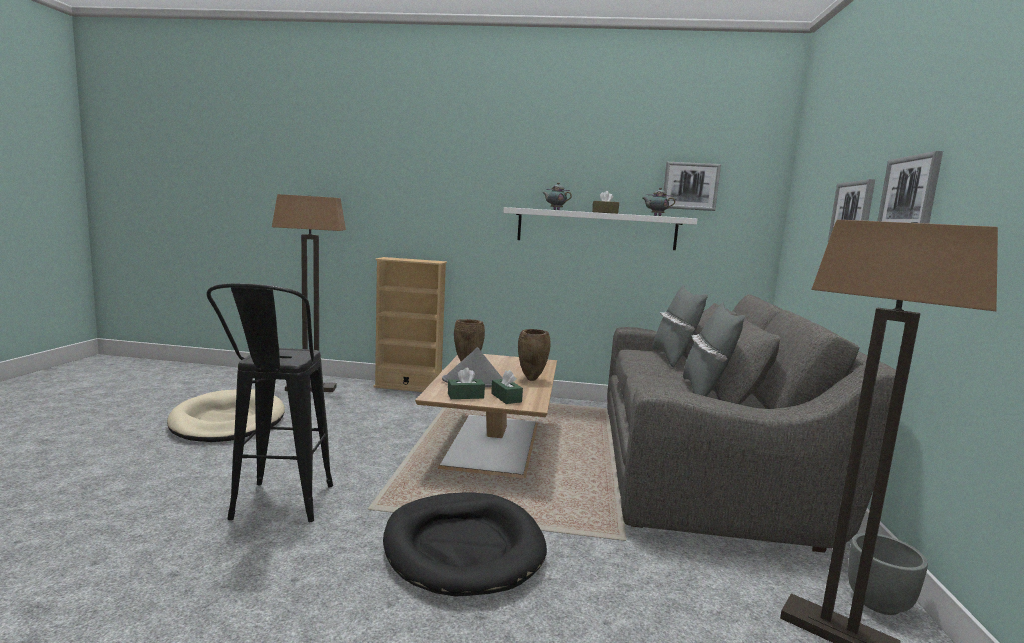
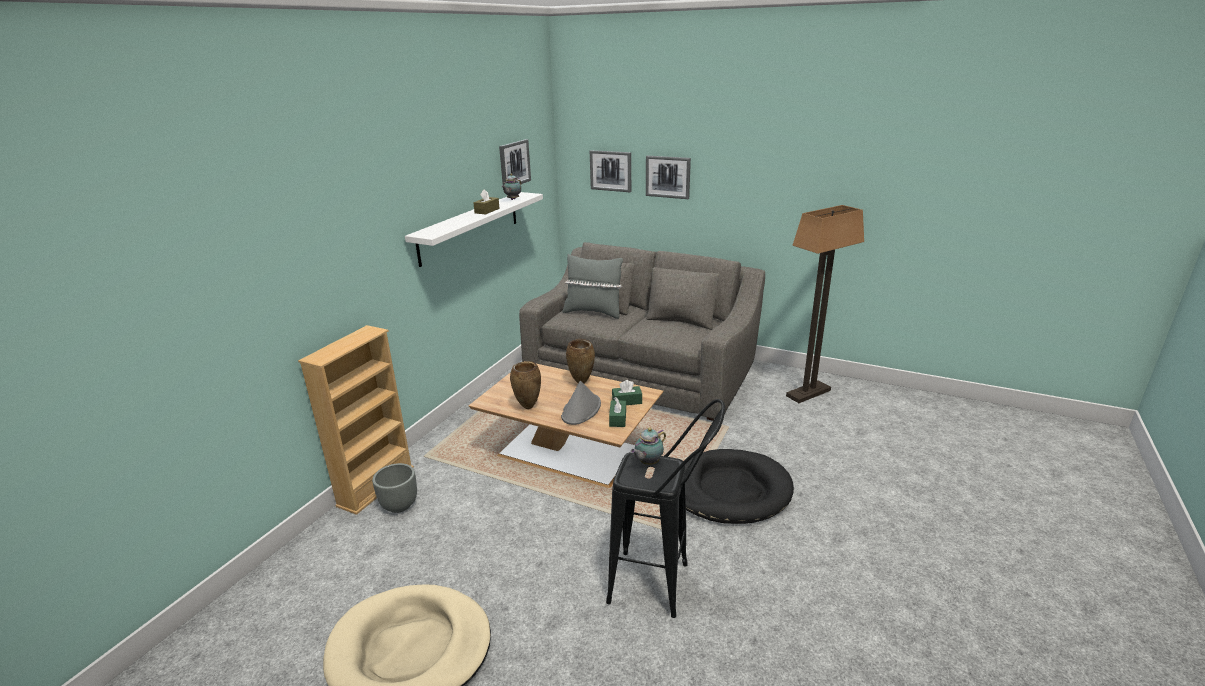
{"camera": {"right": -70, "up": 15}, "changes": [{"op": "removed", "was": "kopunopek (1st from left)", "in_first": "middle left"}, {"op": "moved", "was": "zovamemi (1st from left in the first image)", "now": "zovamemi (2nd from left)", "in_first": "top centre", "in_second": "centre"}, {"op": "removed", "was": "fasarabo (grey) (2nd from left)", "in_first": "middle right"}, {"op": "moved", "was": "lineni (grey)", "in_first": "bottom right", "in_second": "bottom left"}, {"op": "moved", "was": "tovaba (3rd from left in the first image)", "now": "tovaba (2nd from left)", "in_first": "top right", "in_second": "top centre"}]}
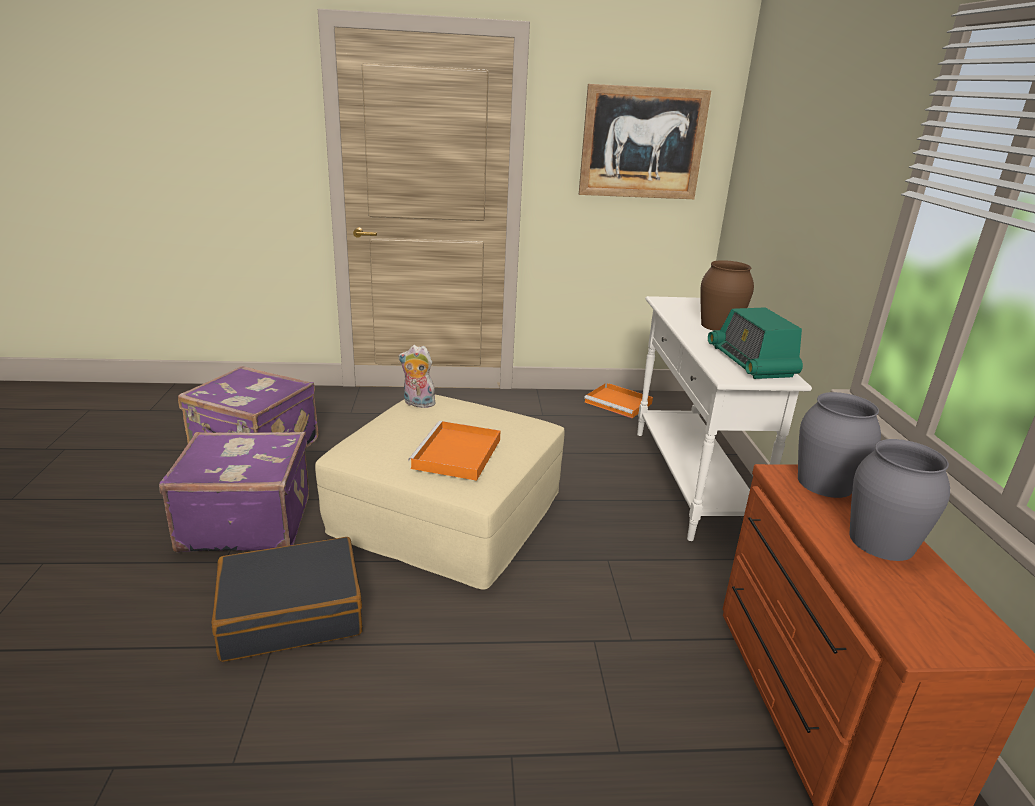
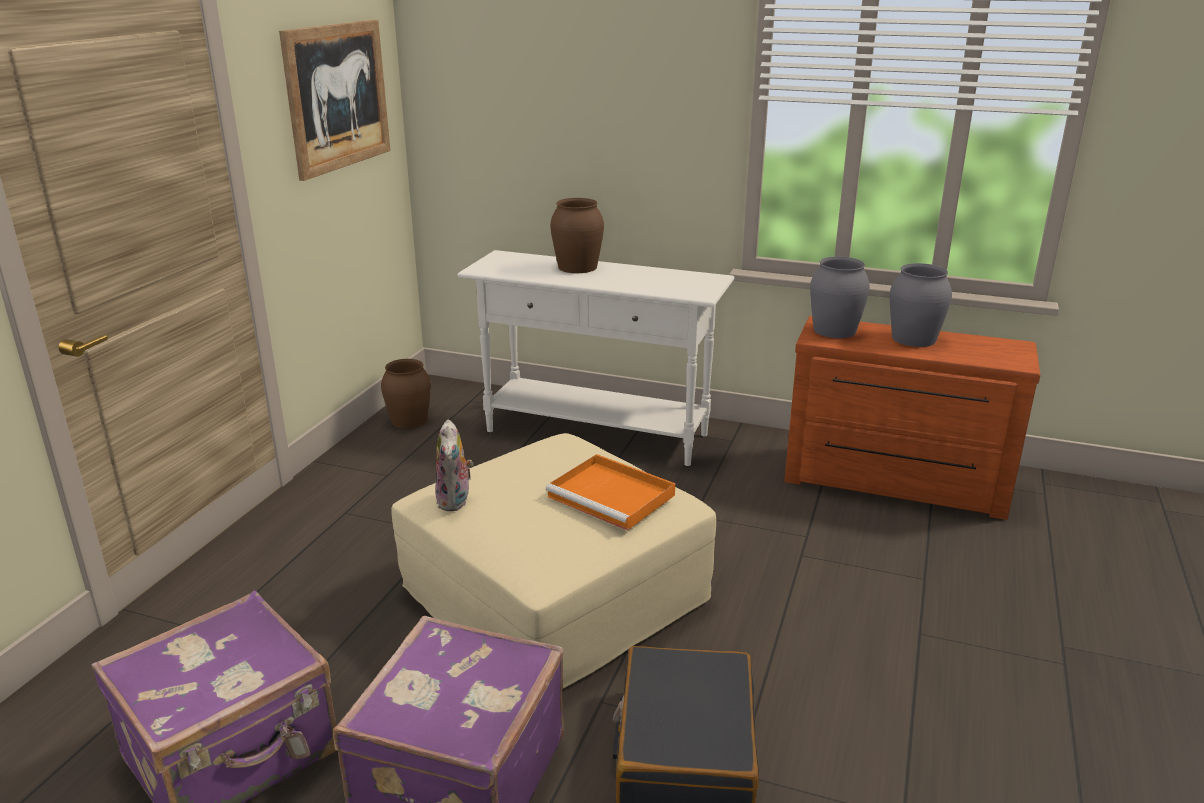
{"camera": {"right": -65, "up": 0}, "changes": [{"op": "turned", "was": "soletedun", "in_first": "centre", "in_second": "centre", "clockwise": -45}, {"op": "replaced", "was": "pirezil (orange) (2nd from left)", "now": "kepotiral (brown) (1st from left)", "in_first": "centre", "in_second": "centre"}, {"op": "removed", "was": "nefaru", "in_first": "middle right"}]}
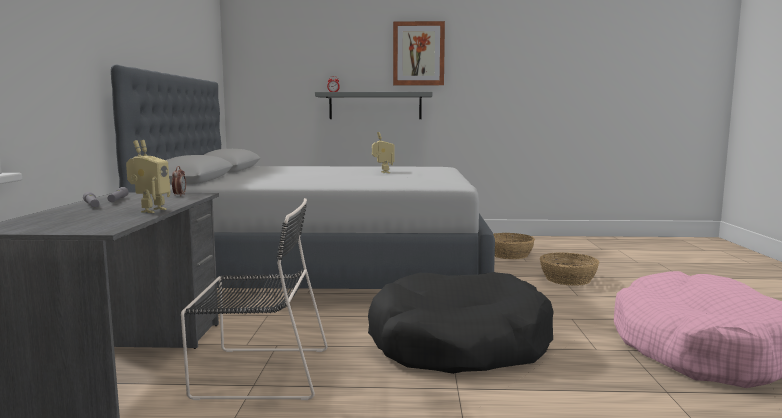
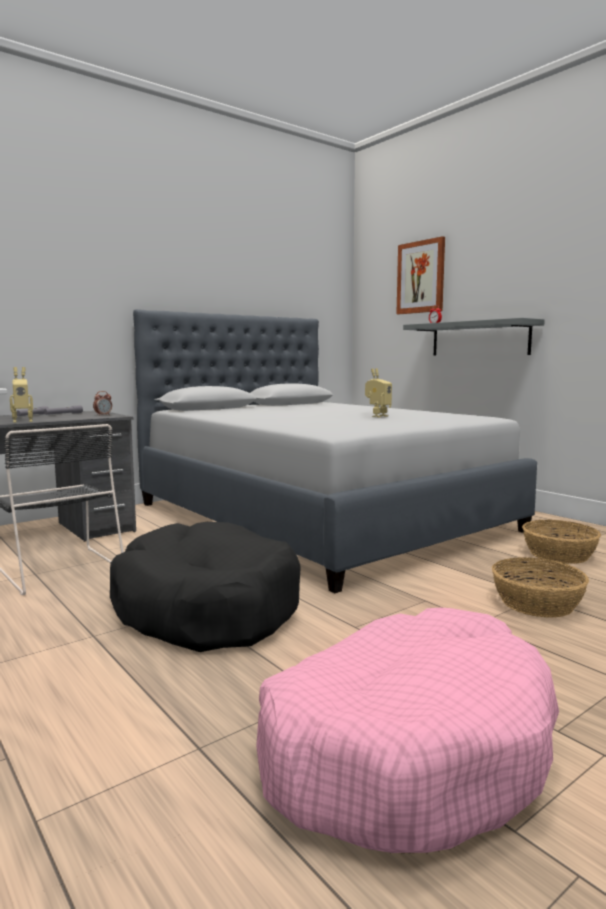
{"camera": {"right": 50, "up": 0}, "changes": [{"op": "moved", "was": "tovaba", "in_first": "top centre", "in_second": "top right"}]}
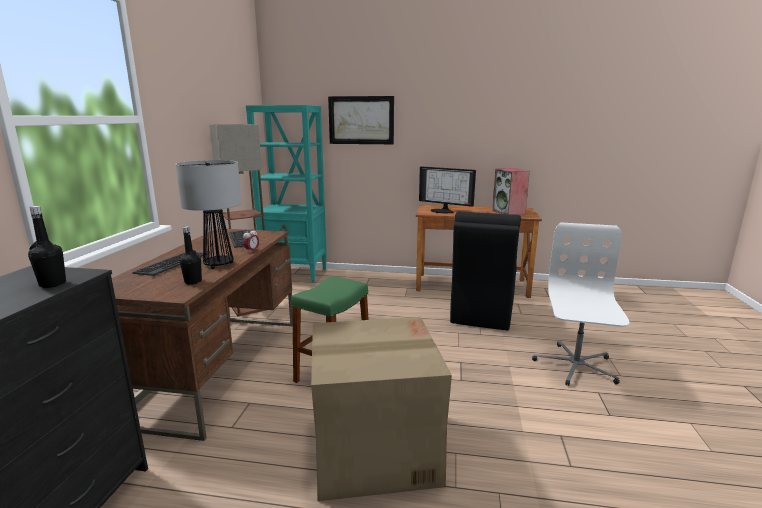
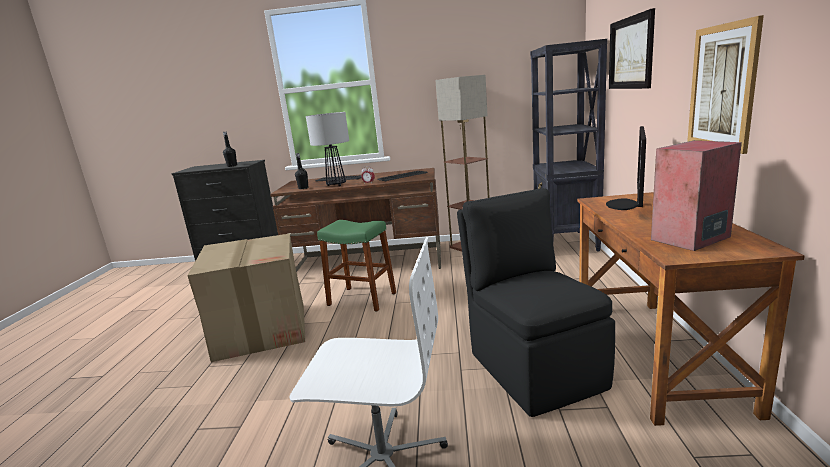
{"camera": {"right": 85, "up": 0}, "changes": [{"op": "recoloured", "was": "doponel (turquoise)", "now": "doponel (black)", "in_first": "centre", "in_second": "top right"}, {"op": "turned", "was": "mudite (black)", "in_first": "centre", "in_second": "centre", "clockwise": 60}, {"op": "added", "now": "tovaba (2nd from left)", "in_second": "top right"}]}
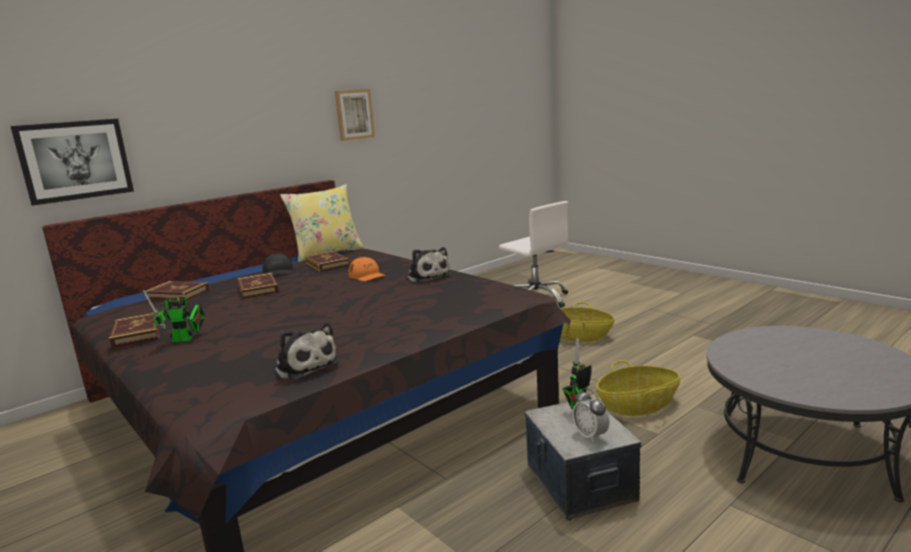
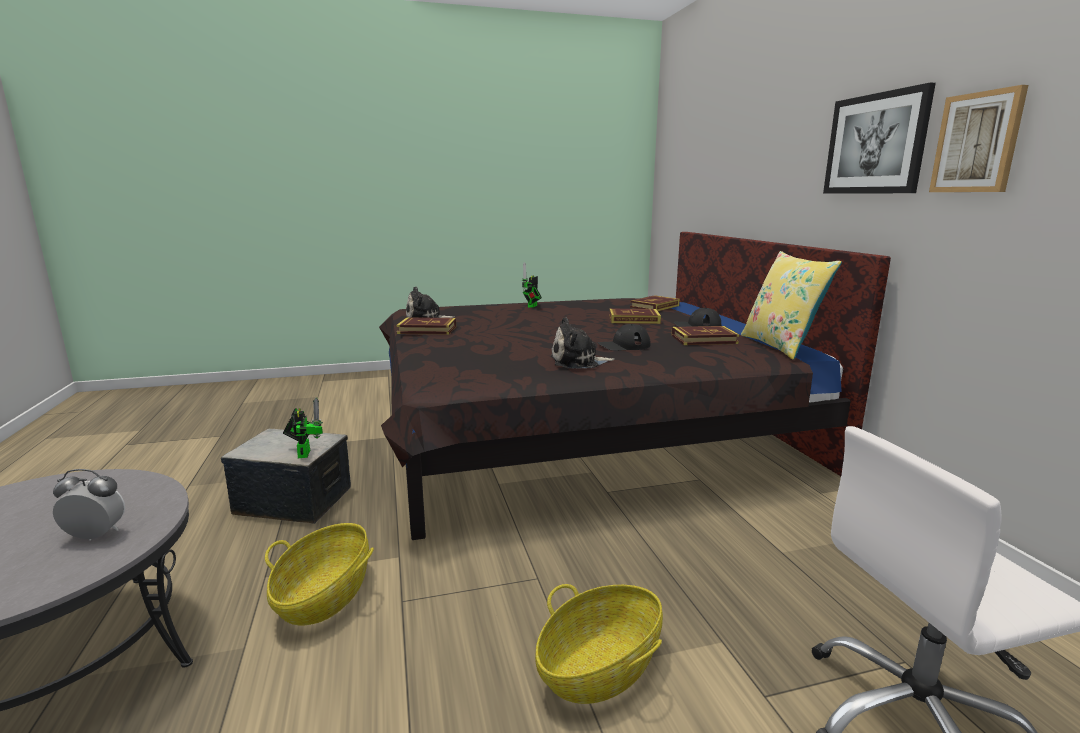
{"camera": {"right": 115, "up": 0}, "changes": [{"op": "moved", "was": "tovaba (1st from left)", "in_first": "top left", "in_second": "top right"}, {"op": "moved", "was": "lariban (1st from left)", "in_first": "middle left", "in_second": "centre"}, {"op": "recoloured", "was": "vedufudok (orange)", "now": "vedufudok (black) (1st from left)", "in_first": "centre", "in_second": "centre"}, {"op": "moved", "was": "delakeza", "in_first": "bottom centre", "in_second": "bottom left"}]}
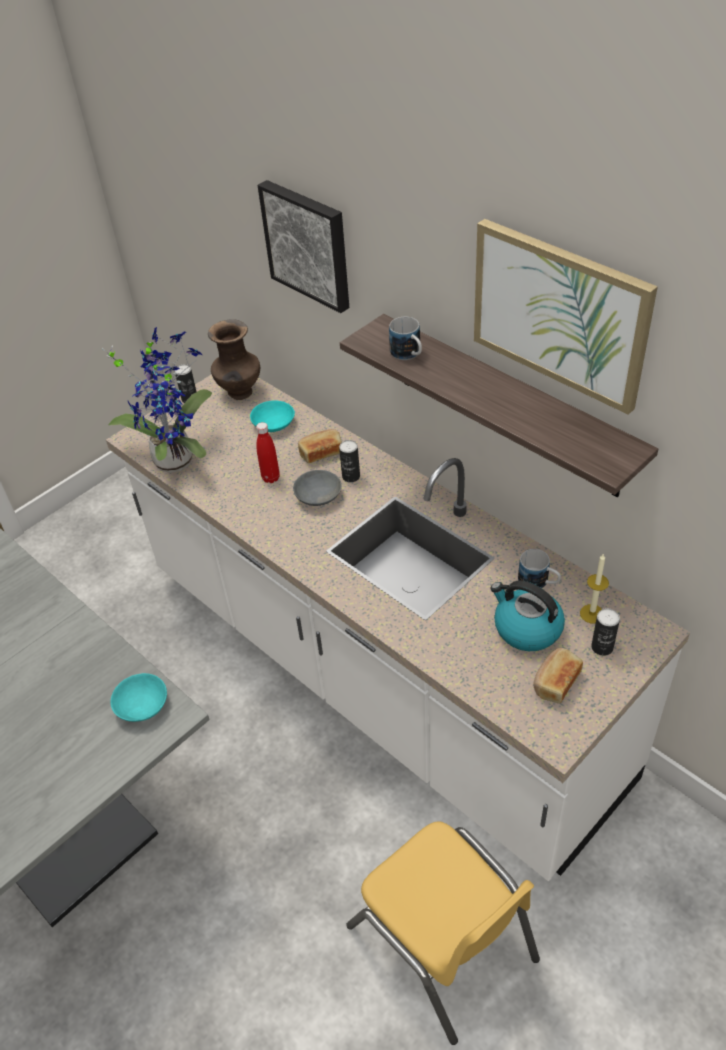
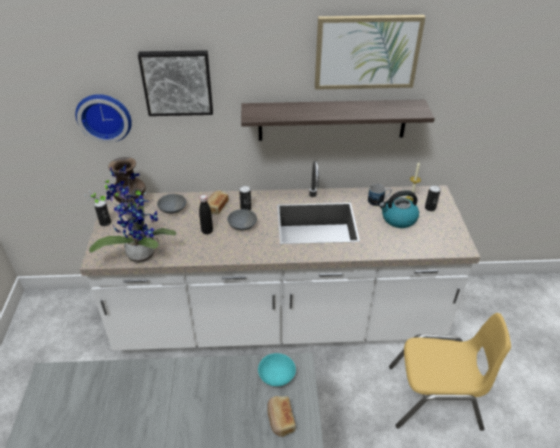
{"camera": {"right": -50, "up": -5}, "changes": [{"op": "recoloured", "was": "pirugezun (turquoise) (2nd from left)", "now": "pirugezun (grey) (1st from left)", "in_first": "centre", "in_second": "middle left"}, {"op": "recoloured", "was": "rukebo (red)", "now": "rukebo (black)", "in_first": "centre", "in_second": "centre"}, {"op": "removed", "was": "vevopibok (1st from left)", "in_first": "top centre"}, {"op": "moved", "was": "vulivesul (2nd from left)", "in_first": "middle right", "in_second": "bottom centre"}, {"op": "added", "now": "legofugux", "in_second": "top left"}]}
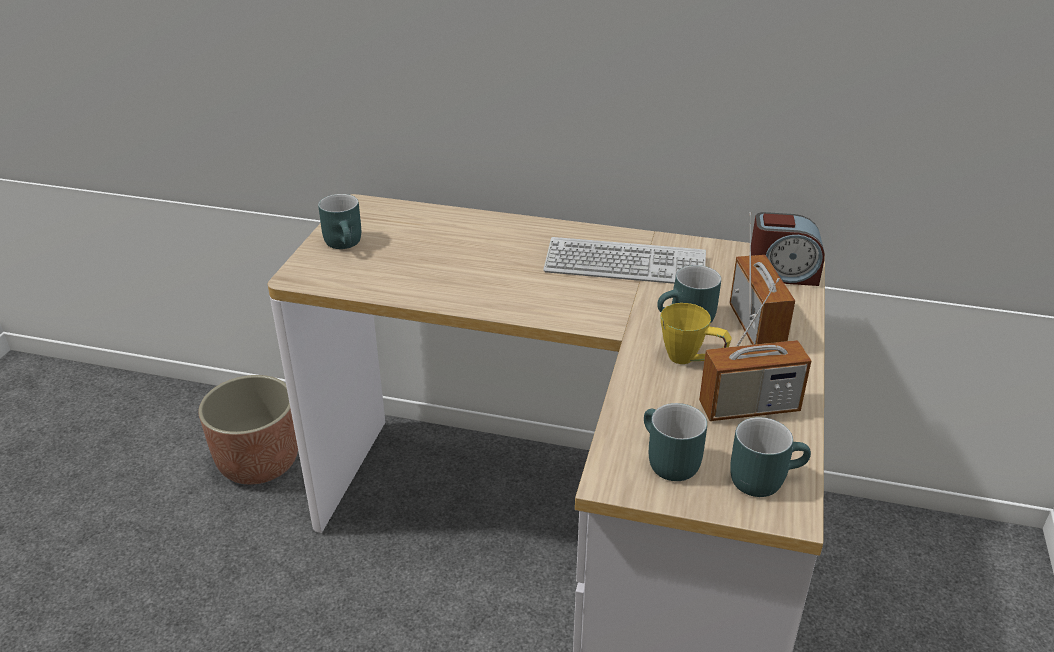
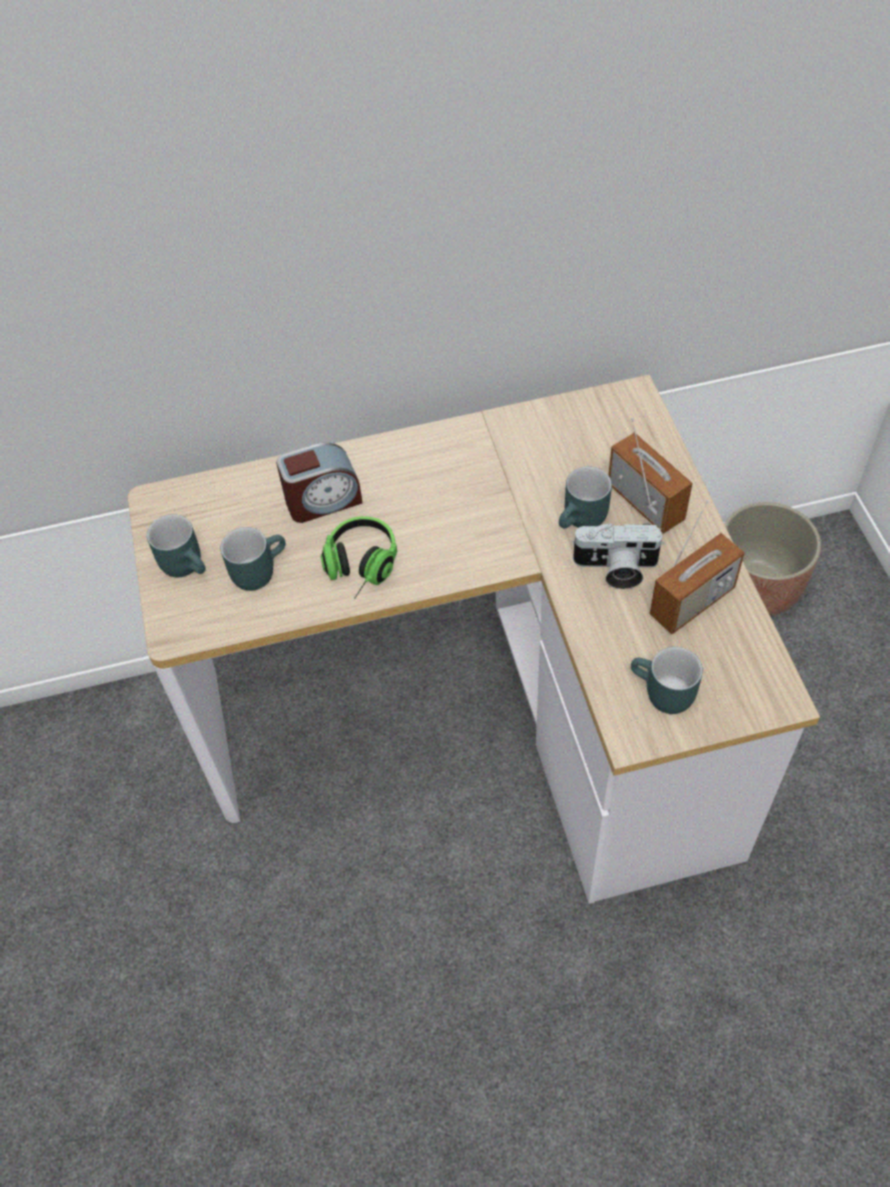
{"camera": {"right": -25, "up": 20}, "changes": [{"op": "moved", "was": "lineni", "in_first": "middle left", "in_second": "middle right"}, {"op": "removed", "was": "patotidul", "in_first": "centre"}, {"op": "replaced", "was": "vevopibok (yellow)", "now": "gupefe", "in_first": "centre", "in_second": "middle right"}, {"op": "moved", "was": "vevopibok (turquoise) (4th from left in the first image)", "now": "vevopibok (turquoise) (2nd from left)", "in_first": "bottom right", "in_second": "middle left"}, {"op": "moved", "was": "delakeza", "in_first": "middle right", "in_second": "centre"}, {"op": "added", "now": "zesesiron", "in_second": "centre"}]}
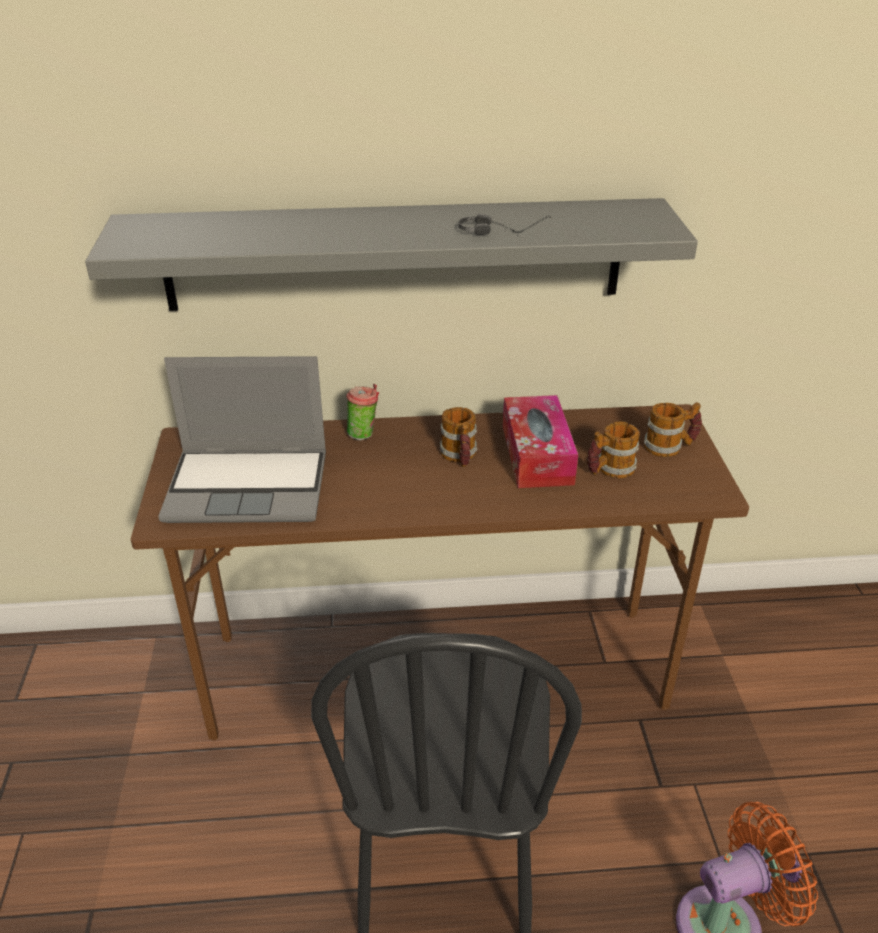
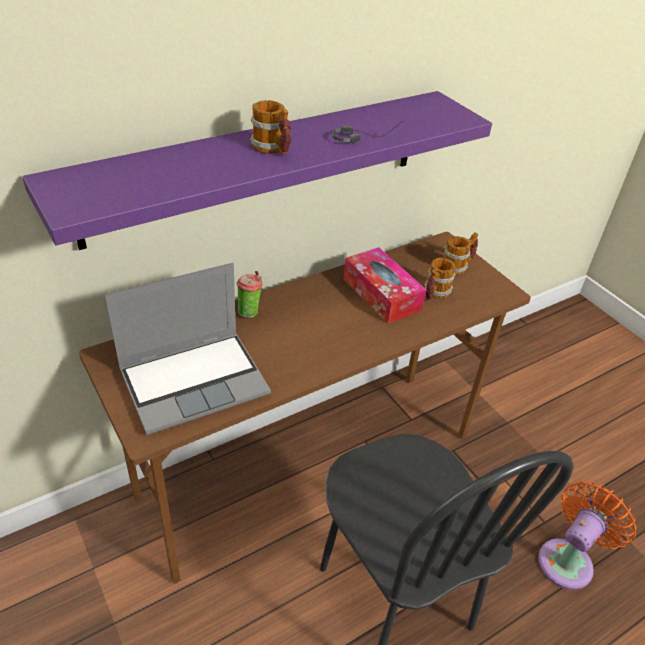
{"camera": {"right": -30, "up": 5}, "changes": [{"op": "recoloured", "was": "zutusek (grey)", "now": "zutusek (purple)", "in_first": "top centre", "in_second": "top centre"}, {"op": "moved", "was": "vevopibok (1st from left)", "in_first": "centre", "in_second": "top centre"}]}
